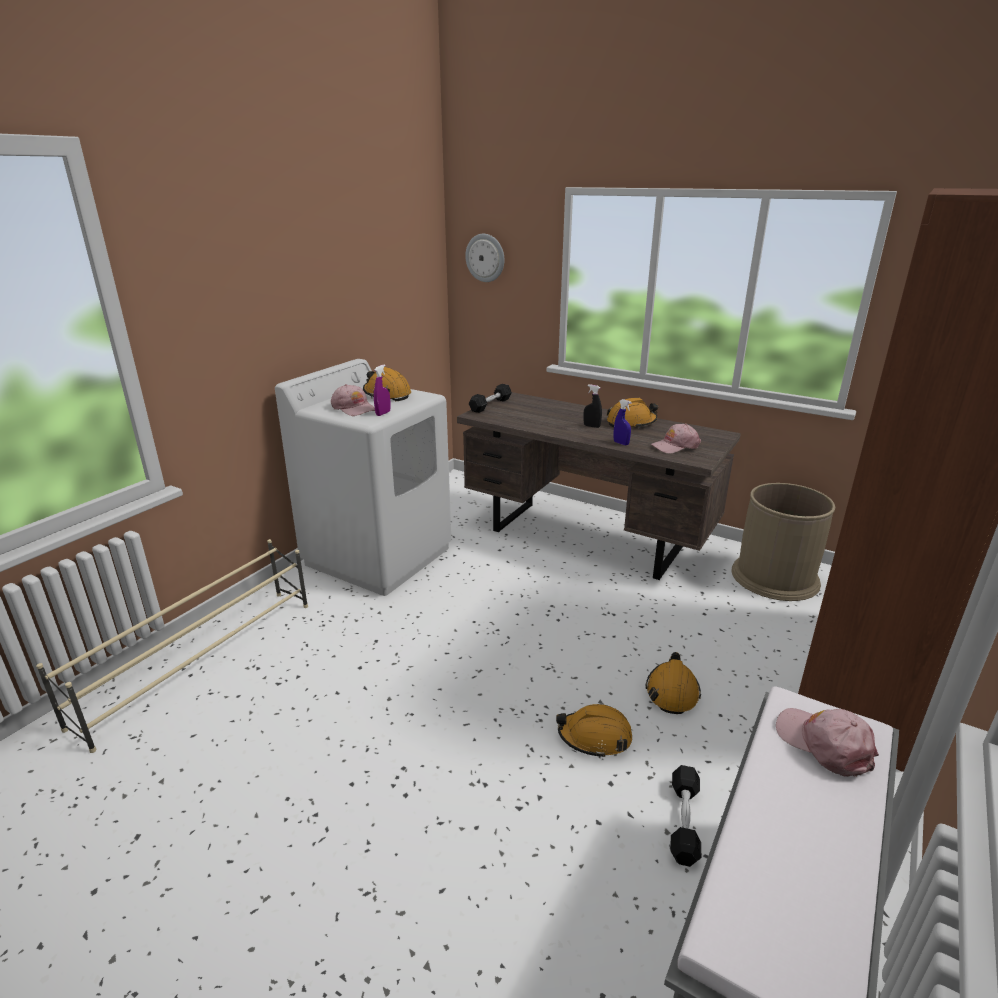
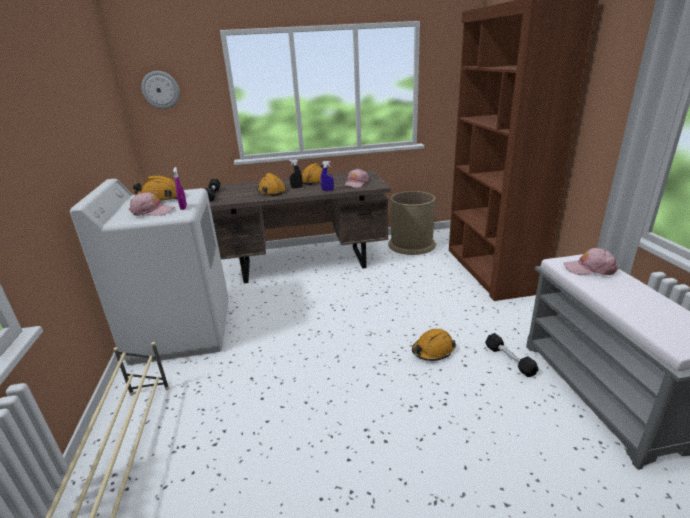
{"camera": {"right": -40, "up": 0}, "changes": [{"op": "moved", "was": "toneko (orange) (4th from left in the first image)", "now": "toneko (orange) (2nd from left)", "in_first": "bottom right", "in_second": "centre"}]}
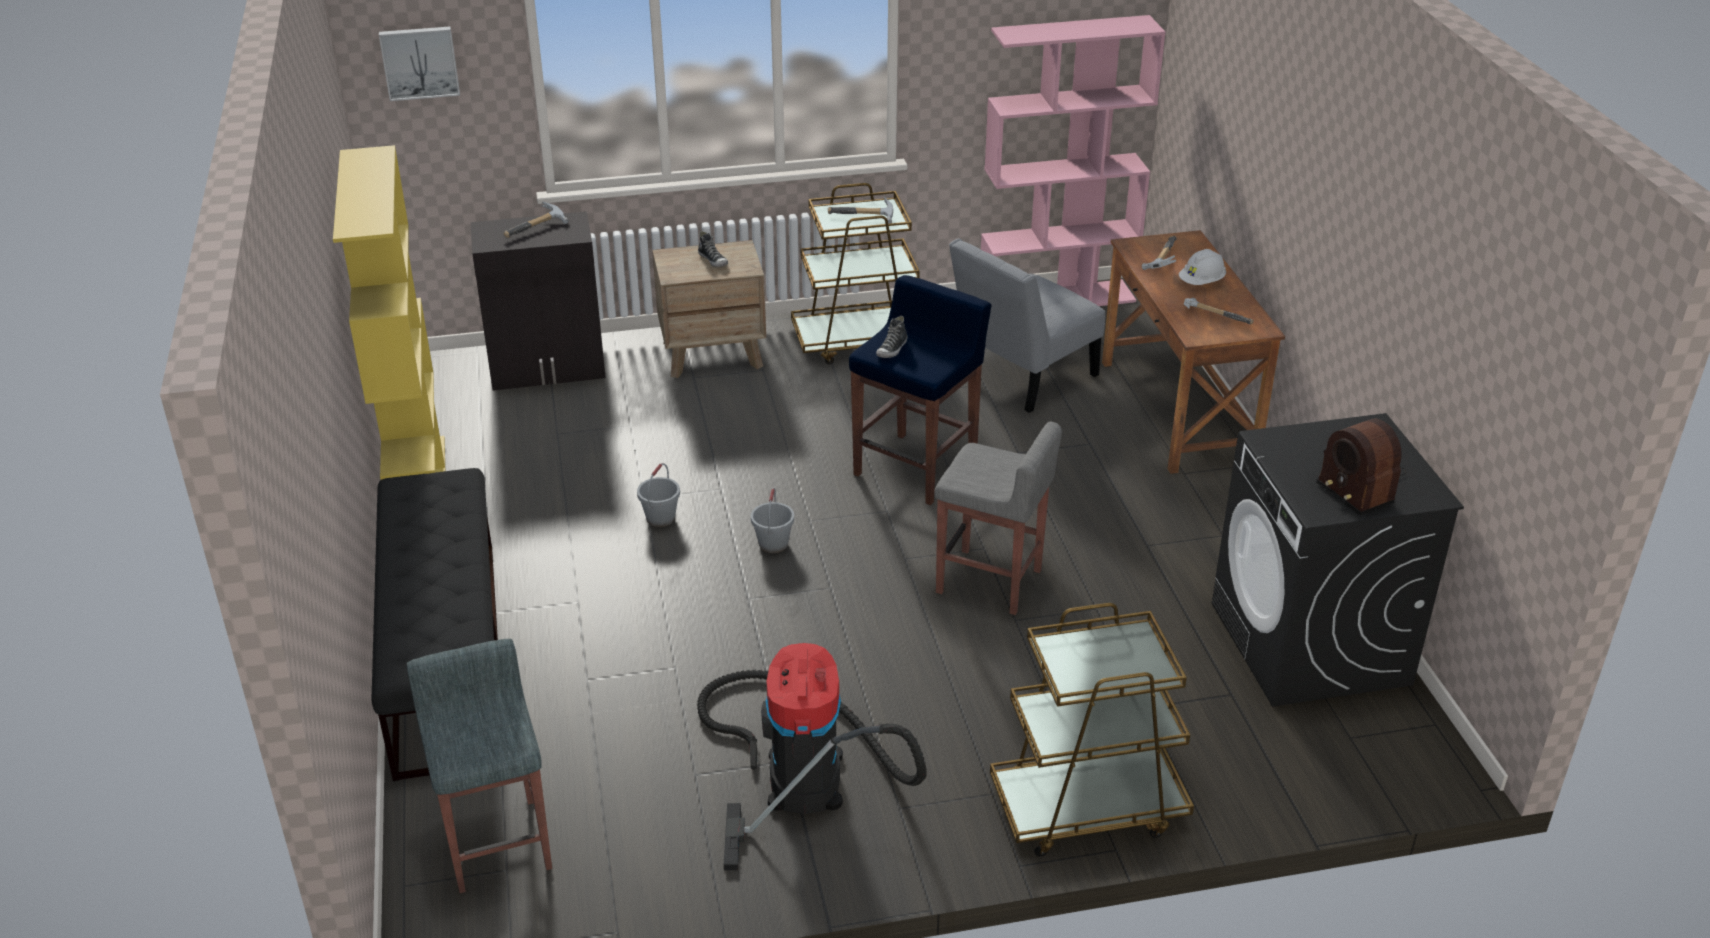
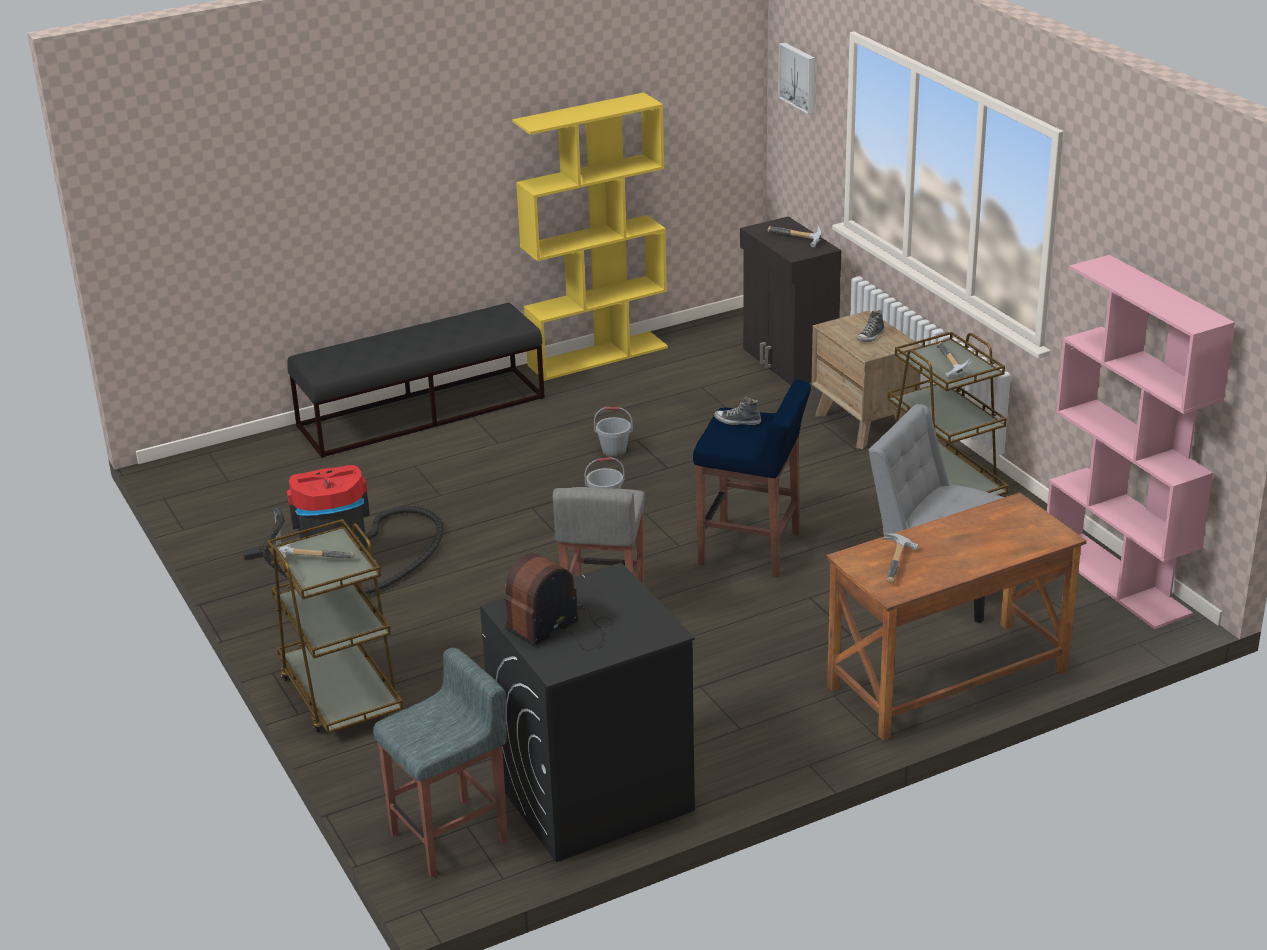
{"camera": {"right": 75, "up": -5}, "changes": [{"op": "moved", "was": "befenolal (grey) (1st from left)", "in_first": "bottom left", "in_second": "bottom centre"}, {"op": "moved", "was": "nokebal (3rd from left in the first image)", "now": "nokebal (1st from left)", "in_first": "top right", "in_second": "middle left"}, {"op": "removed", "was": "toneko (white)", "in_first": "top right"}]}
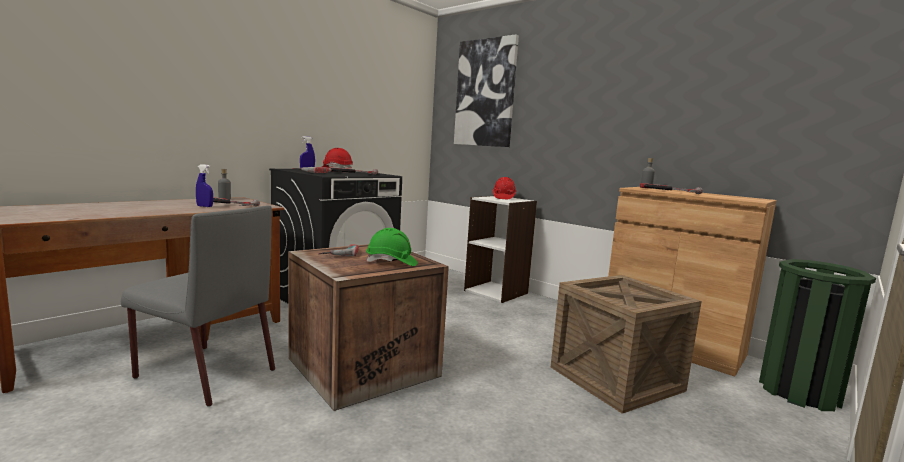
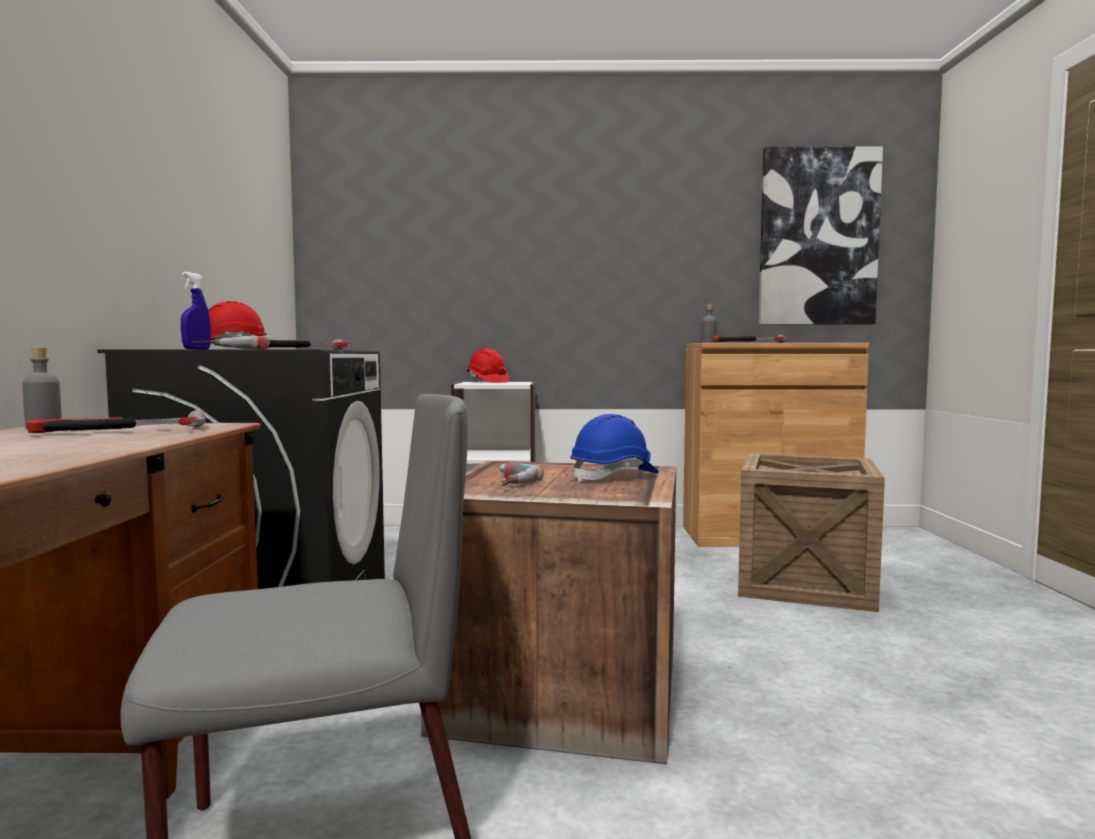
{"camera": {"right": -40, "up": -5}, "changes": [{"op": "removed", "was": "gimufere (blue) (1st from left)", "in_first": "middle left"}, {"op": "recoloured", "was": "toneko (green)", "now": "toneko (blue)", "in_first": "centre", "in_second": "centre"}, {"op": "moved", "was": "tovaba", "in_first": "top centre", "in_second": "top right"}, {"op": "removed", "was": "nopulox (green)", "in_first": "bottom right"}]}
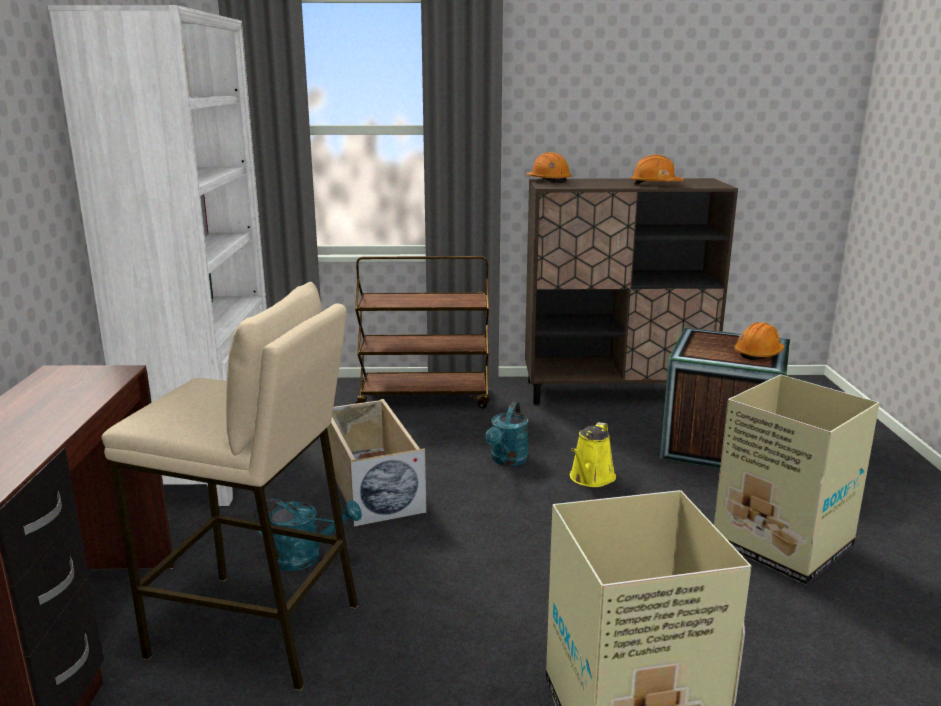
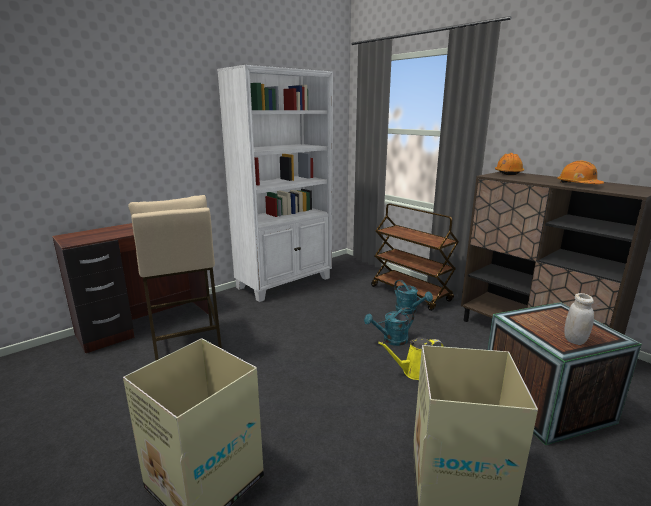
{"camera": {"right": 50, "up": 0}, "changes": [{"op": "moved", "was": "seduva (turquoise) (1st from left in the first image)", "now": "seduva (turquoise) (2nd from left)", "in_first": "bottom left", "in_second": "centre"}, {"op": "removed", "was": "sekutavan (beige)", "in_first": "centre"}, {"op": "replaced", "was": "toneko (orange) (3rd from left)", "now": "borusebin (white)", "in_first": "middle right", "in_second": "middle right"}]}
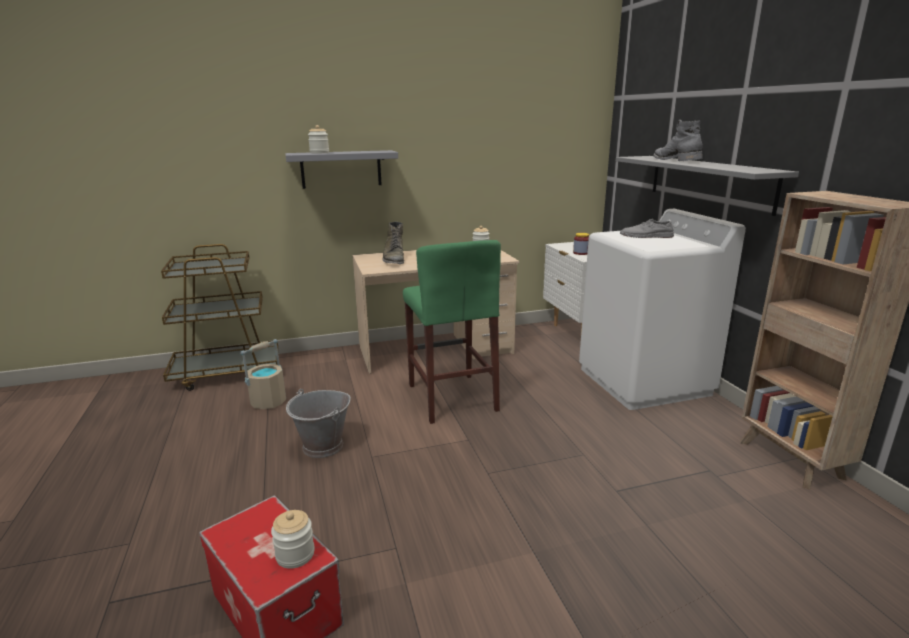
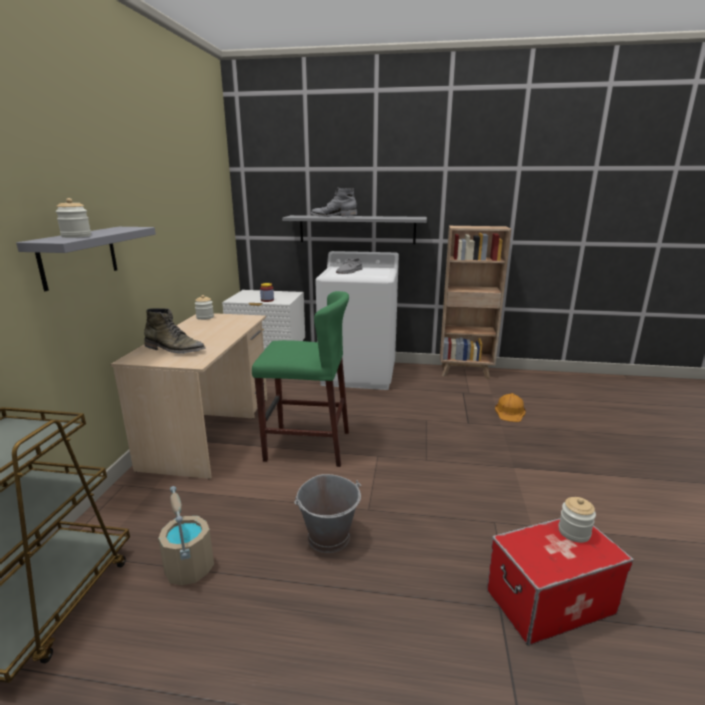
{"camera": {"right": -65, "up": 0}, "changes": [{"op": "added", "now": "toneko (orange)", "in_second": "middle right"}]}
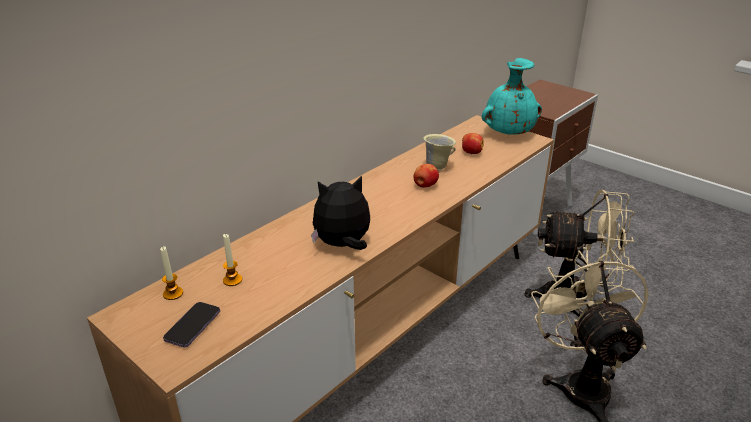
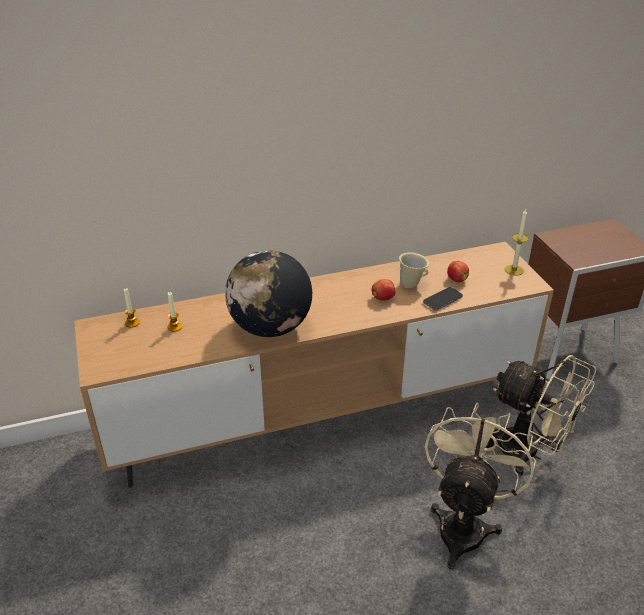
{"camera": {"right": 30, "up": 5}, "changes": [{"op": "moved", "was": "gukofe", "in_first": "bottom left", "in_second": "middle right"}, {"op": "replaced", "was": "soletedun", "now": "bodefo", "in_first": "centre", "in_second": "centre"}, {"op": "replaced", "was": "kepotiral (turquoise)", "now": "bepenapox (3rd from left)", "in_first": "top right", "in_second": "middle right"}]}
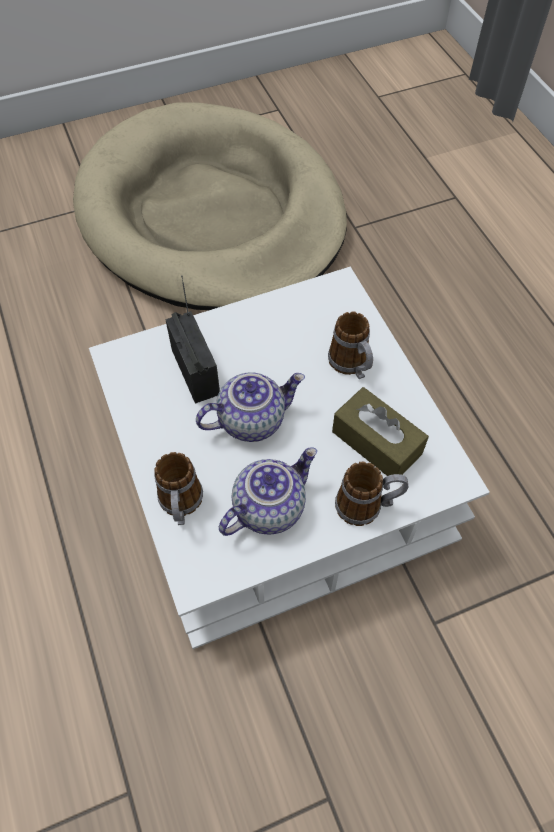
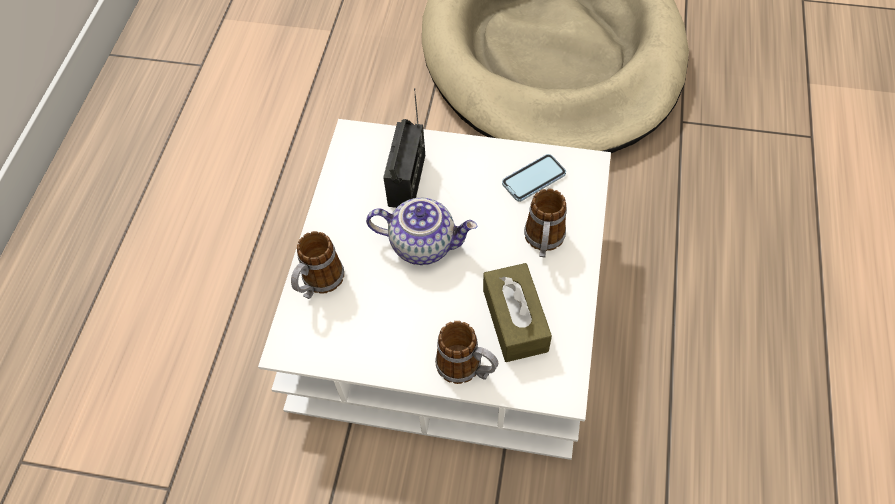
{"camera": {"right": 35, "up": 0}, "changes": [{"op": "removed", "was": "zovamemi (2nd from left)", "in_first": "centre"}, {"op": "added", "now": "gukofe", "in_second": "centre"}]}
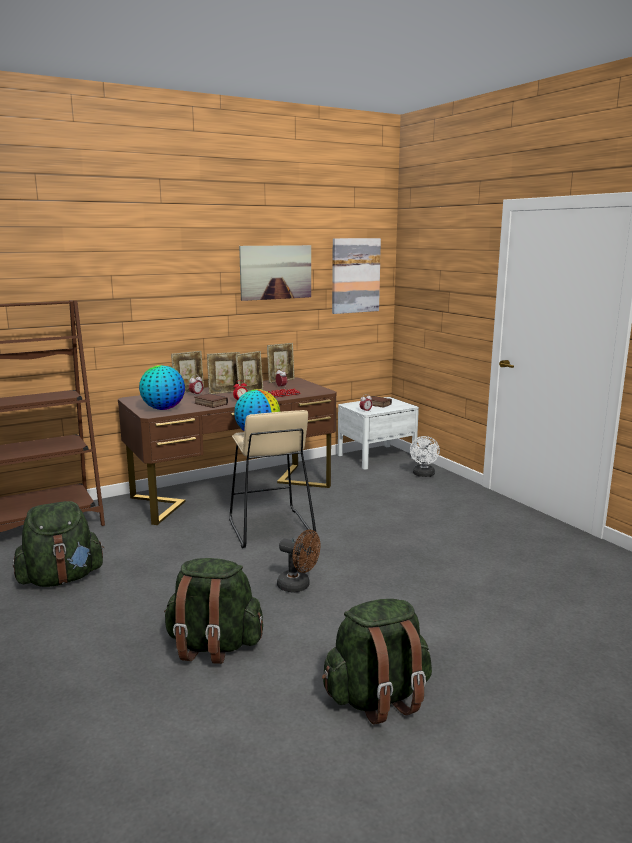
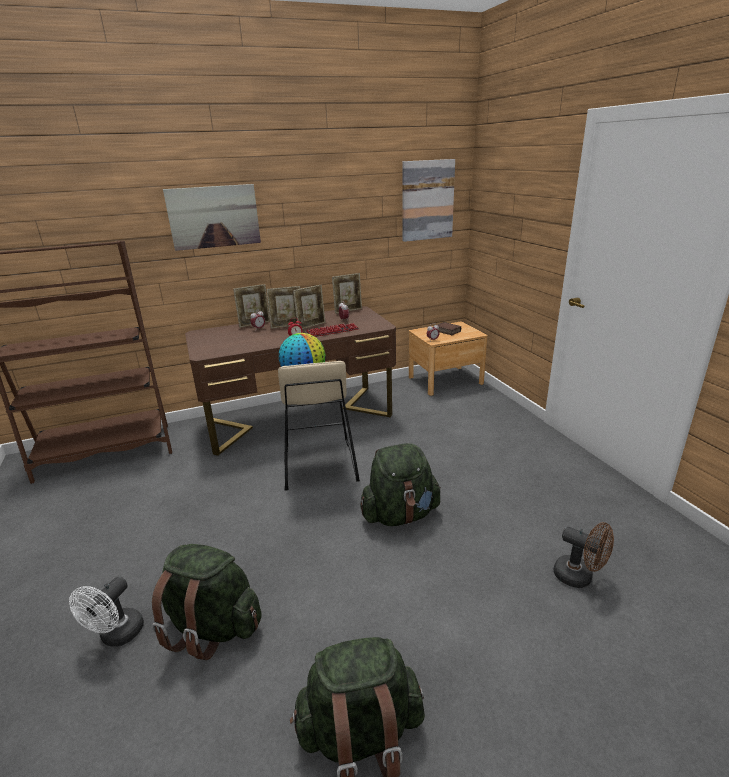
{"camera": {"right": 10, "up": 10}, "changes": [{"op": "moved", "was": "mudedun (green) (1st from left in the first image)", "now": "mudedun (green) (3rd from left)", "in_first": "middle left", "in_second": "centre"}, {"op": "removed", "was": "bodefo (1st from left)", "in_first": "middle left"}, {"op": "removed", "was": "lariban (1st from left)", "in_first": "centre"}, {"op": "moved", "was": "tovaba (1st from left)", "in_first": "top centre", "in_second": "top left"}, {"op": "moved", "was": "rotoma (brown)", "in_first": "centre", "in_second": "bottom right"}, {"op": "recoloured", "was": "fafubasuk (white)", "now": "fafubasuk (brown)", "in_first": "centre", "in_second": "centre"}, {"op": "moved", "was": "rotoma (white)", "in_first": "middle right", "in_second": "bottom left"}]}
